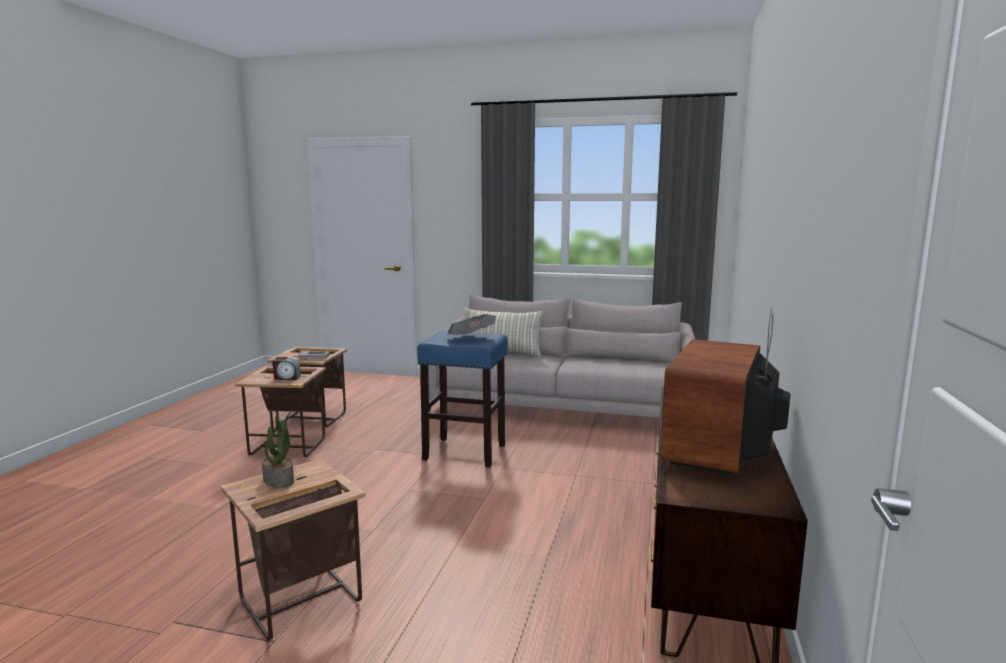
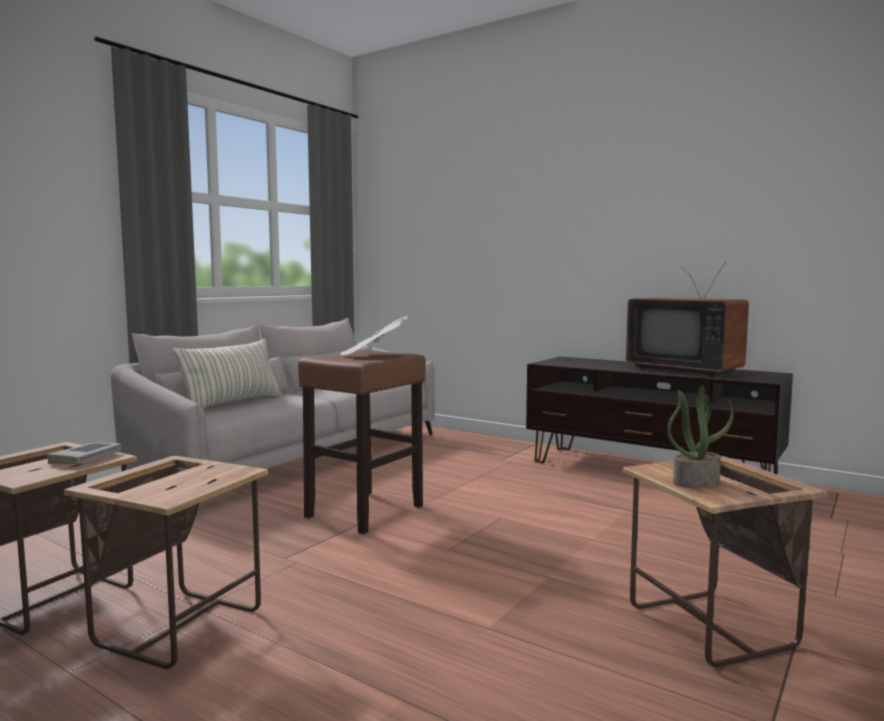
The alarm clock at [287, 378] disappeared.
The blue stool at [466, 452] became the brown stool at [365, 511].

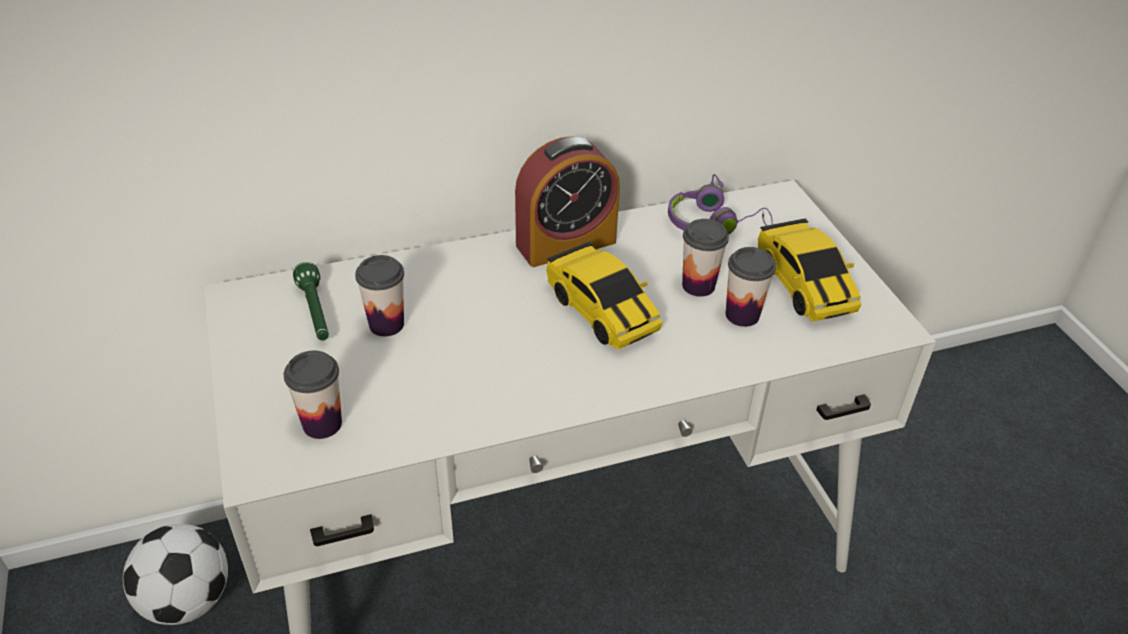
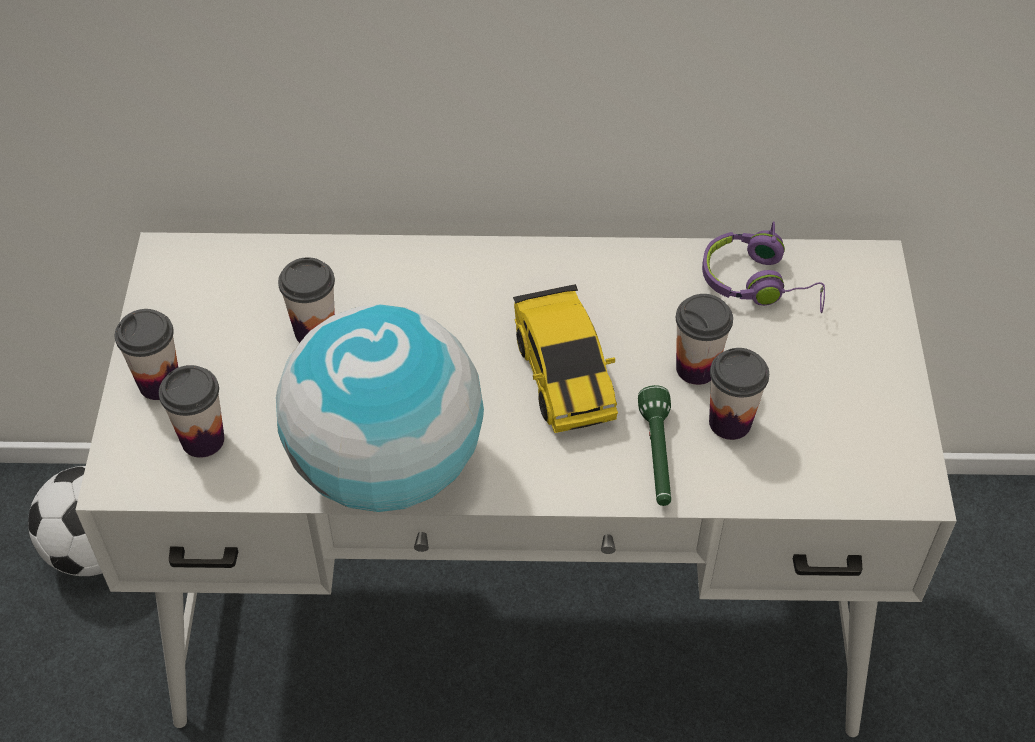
The alarm clock at [566, 243] disappeared.
The toy car at [804, 285] disappeared.
The cup at [159, 383] appeared.
The globe at [387, 466] appeared.
The green flashlight moved from [316, 313] to [657, 456].

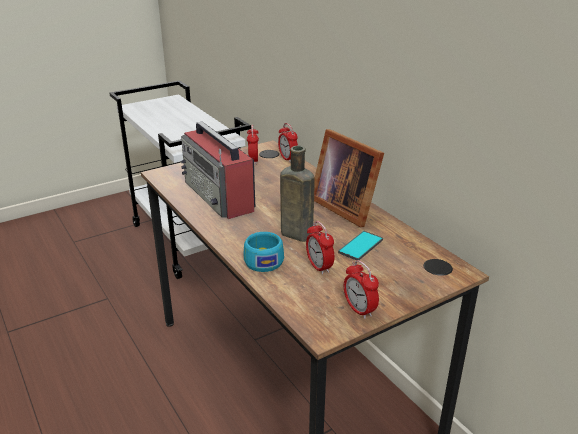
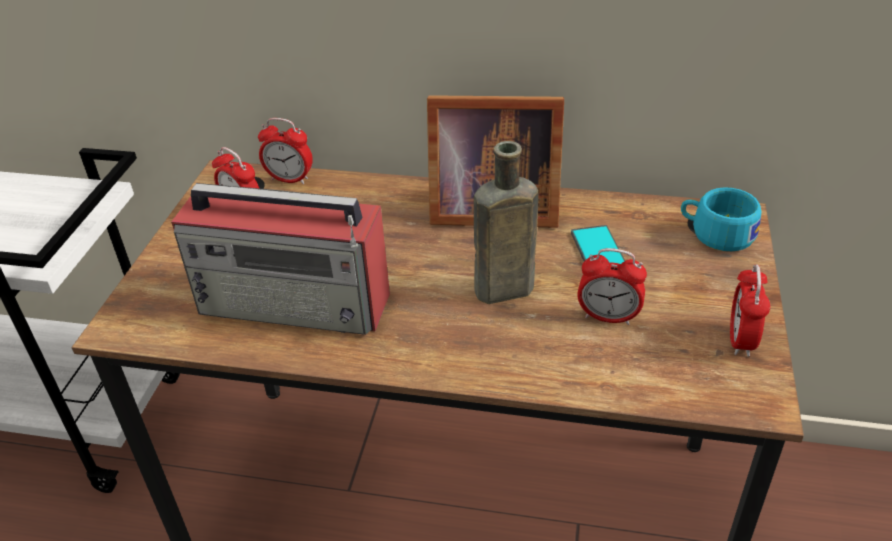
The turquoise cup moved from [263, 260] to [715, 233].
The alarm clock at [359, 310] turned 90 degrees clockwise.

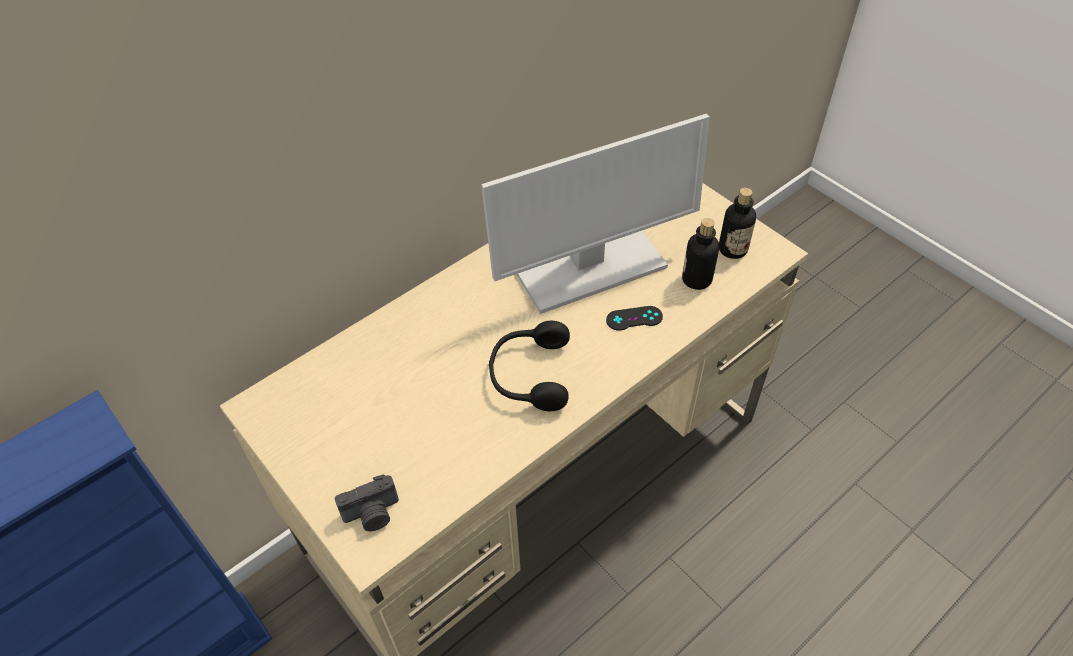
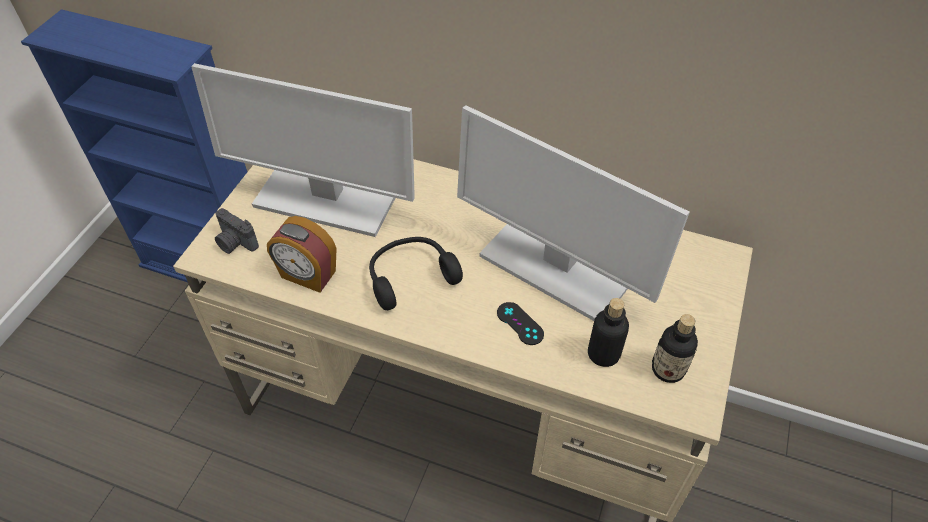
The monitor at [324, 200] appeared.
The alarm clock at [307, 275] appeared.

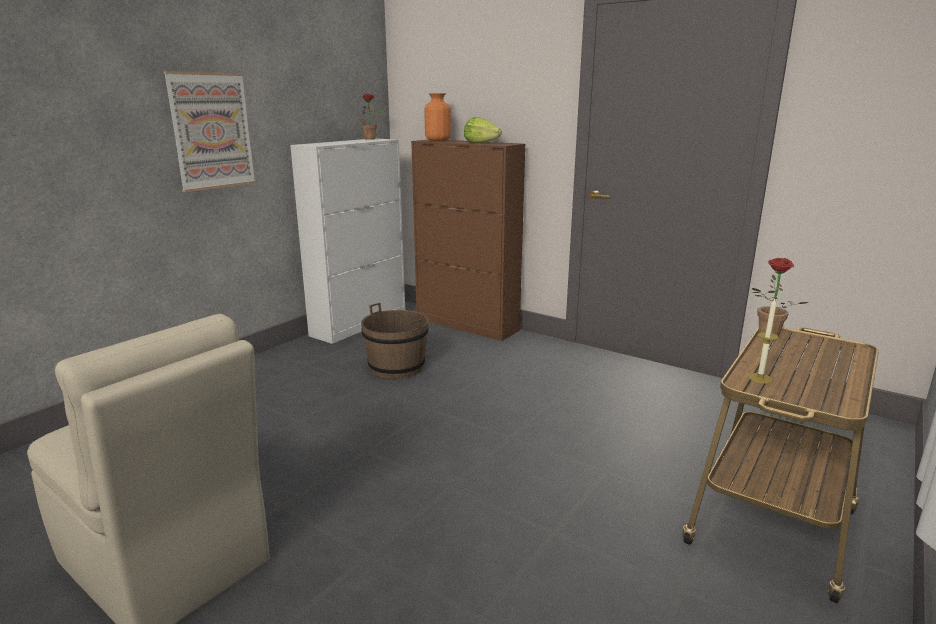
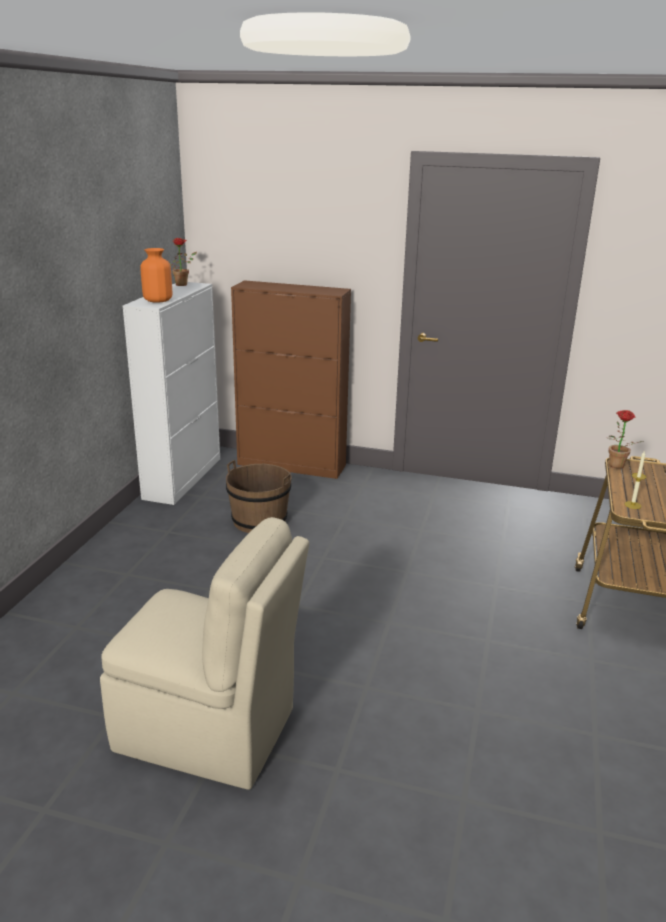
The picture at [211, 131] disappeared.
The lettuce at [481, 143] disappeared.
The orange vase moved from [438, 140] to [158, 300].

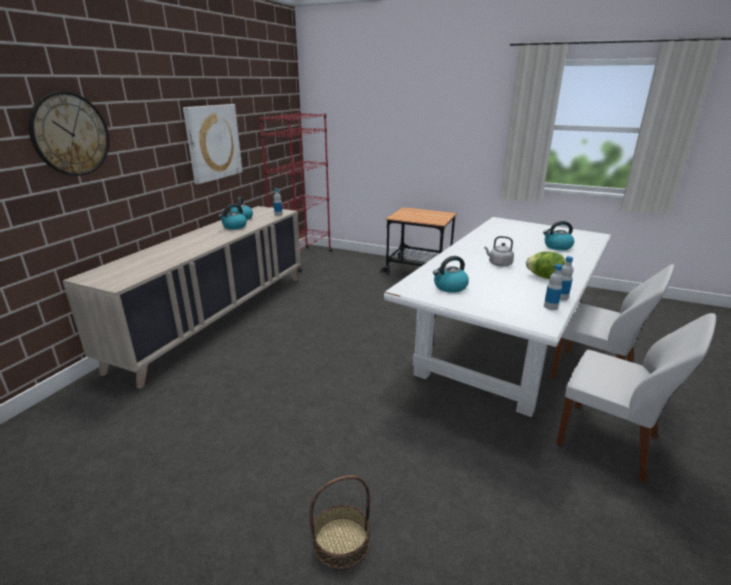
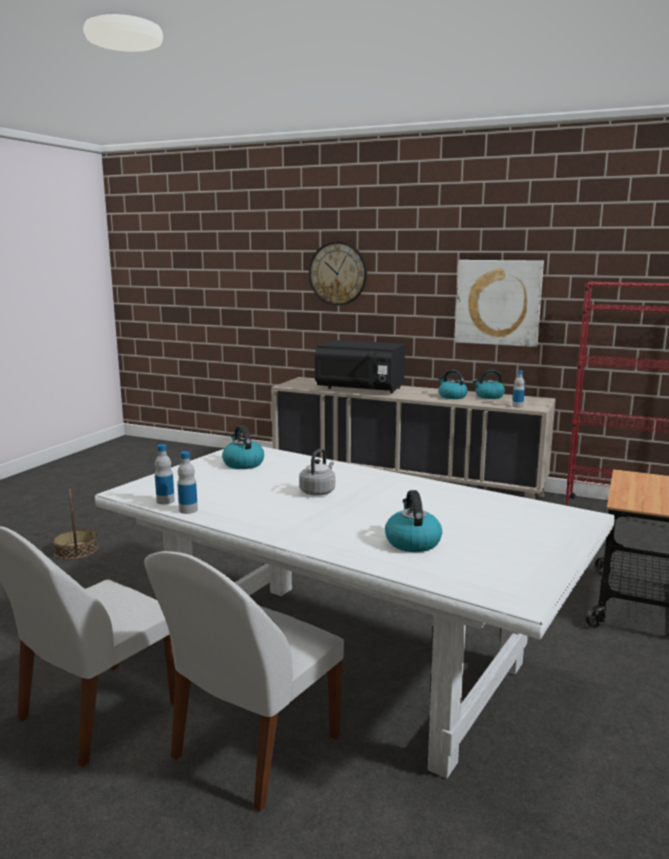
The lettuce at [544, 277] disappeared.
The black microwave at [360, 389] appeared.

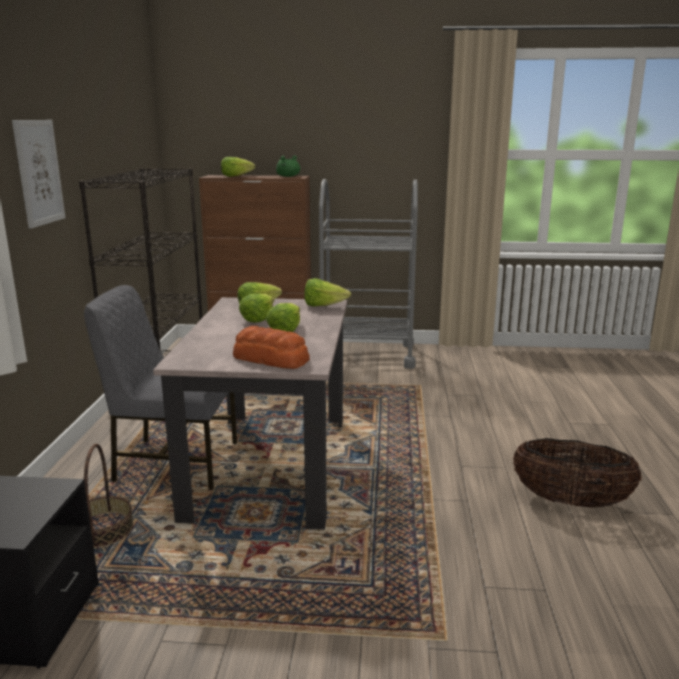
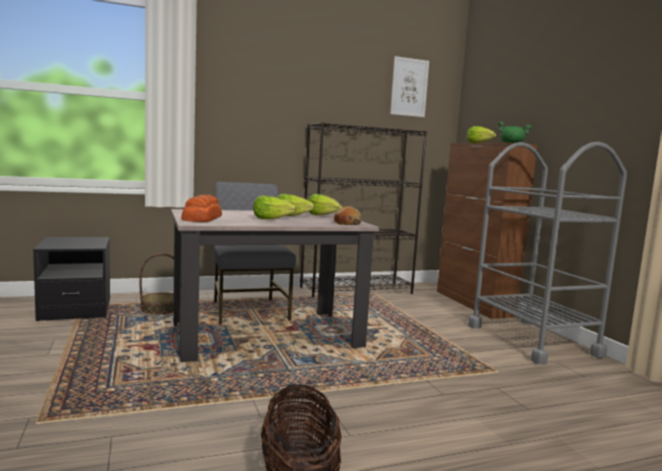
The picture moved from [39, 172] to [409, 87].
The lettuce at [323, 306] was replaced by the bread at [347, 223].

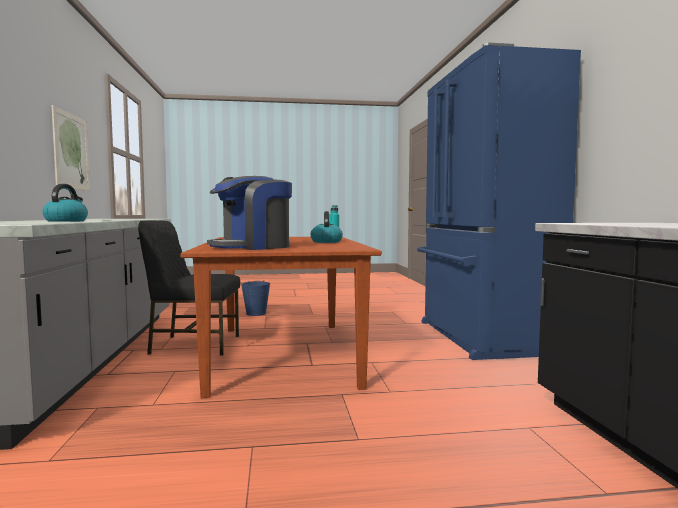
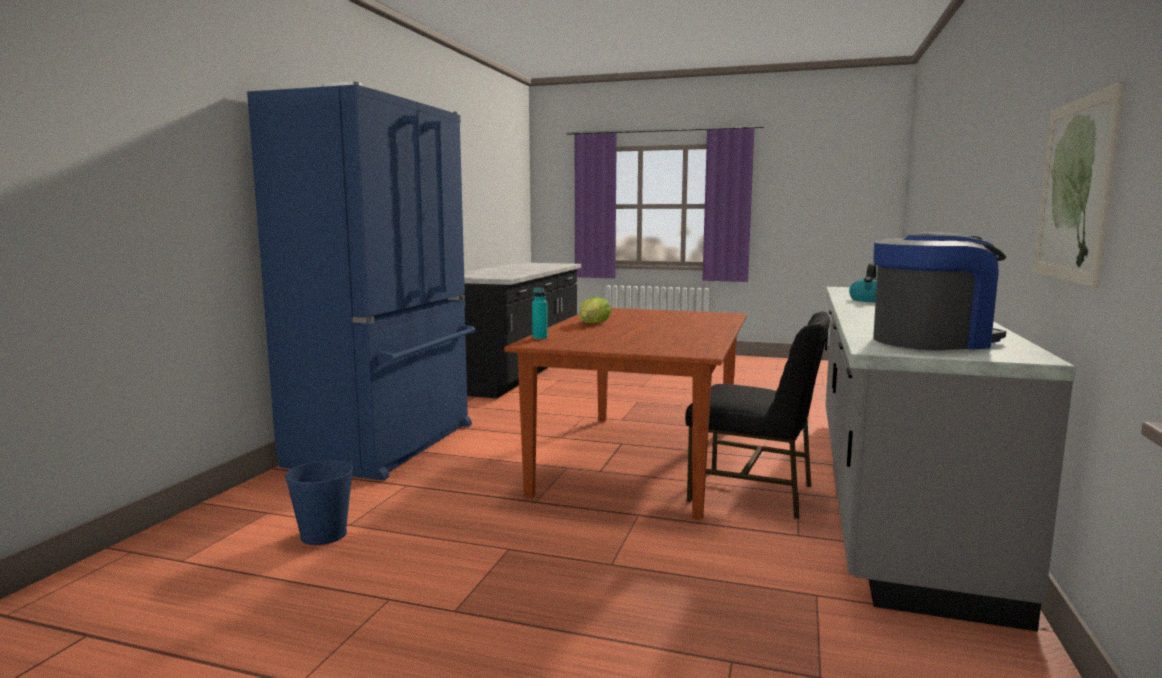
The coffee machine moved from [252, 247] to [932, 341].
The blue bucket moved from [256, 313] to [323, 535].
The kettle at [326, 242] was replaced by the lettuce at [593, 323].

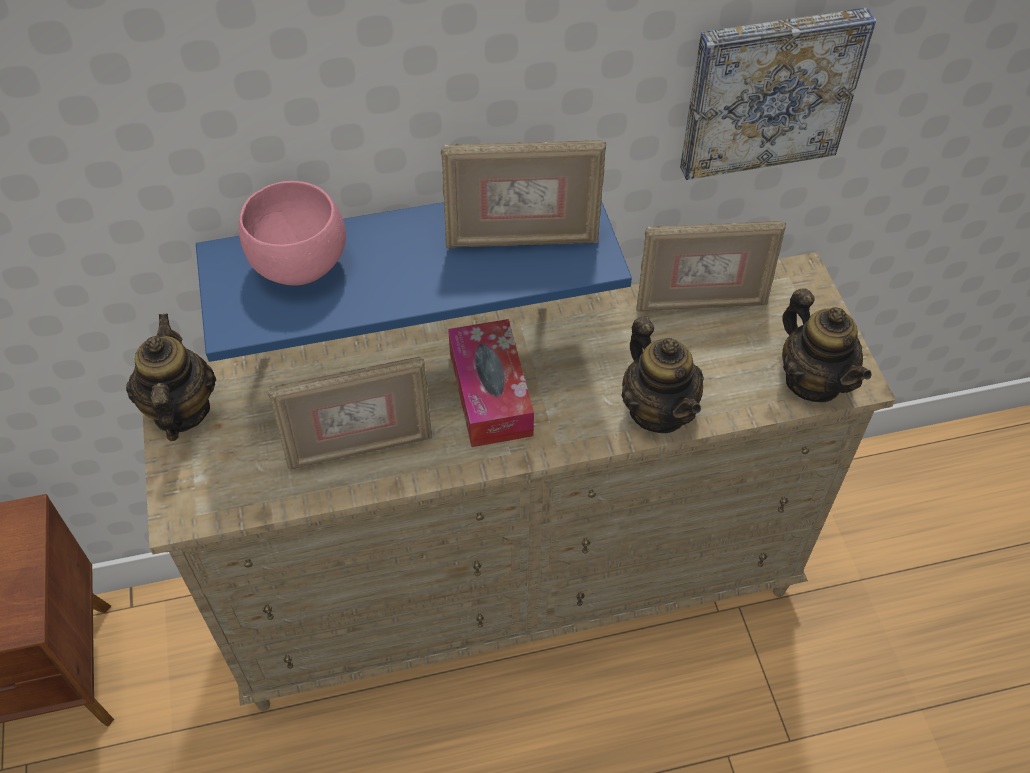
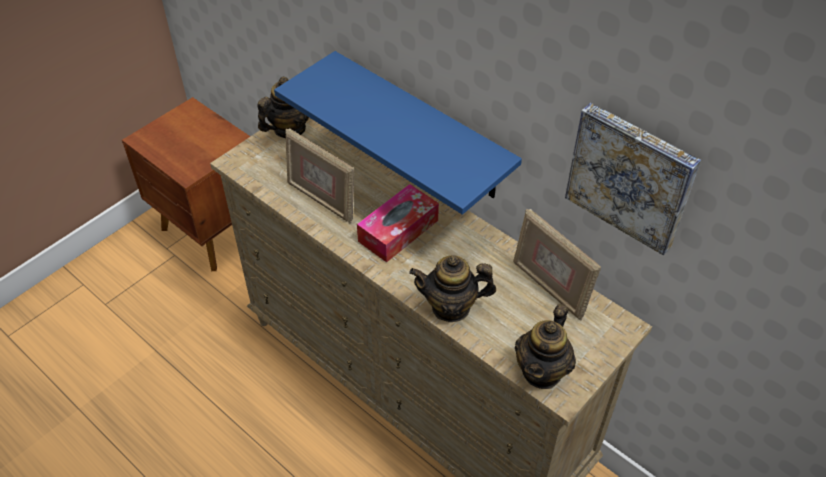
The pink bowl at [298, 267] disappeared.
The picture frame at [522, 240] disappeared.
The teapot at [658, 410] turned 60 degrees clockwise.

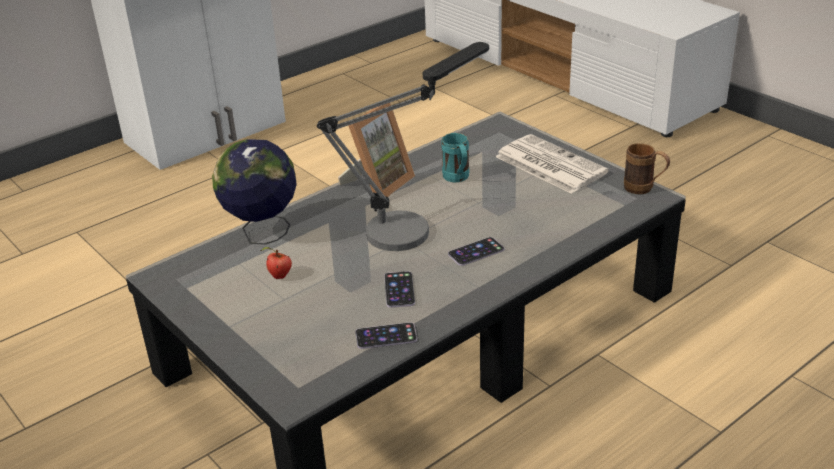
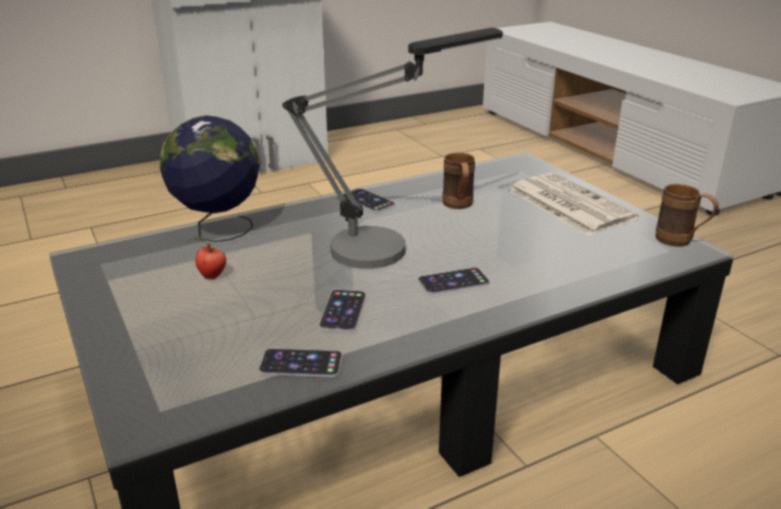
The picture frame at [378, 184] was replaced by the phone at [368, 200].
The turquoise mug at [457, 179] became the brown mug at [458, 206].

